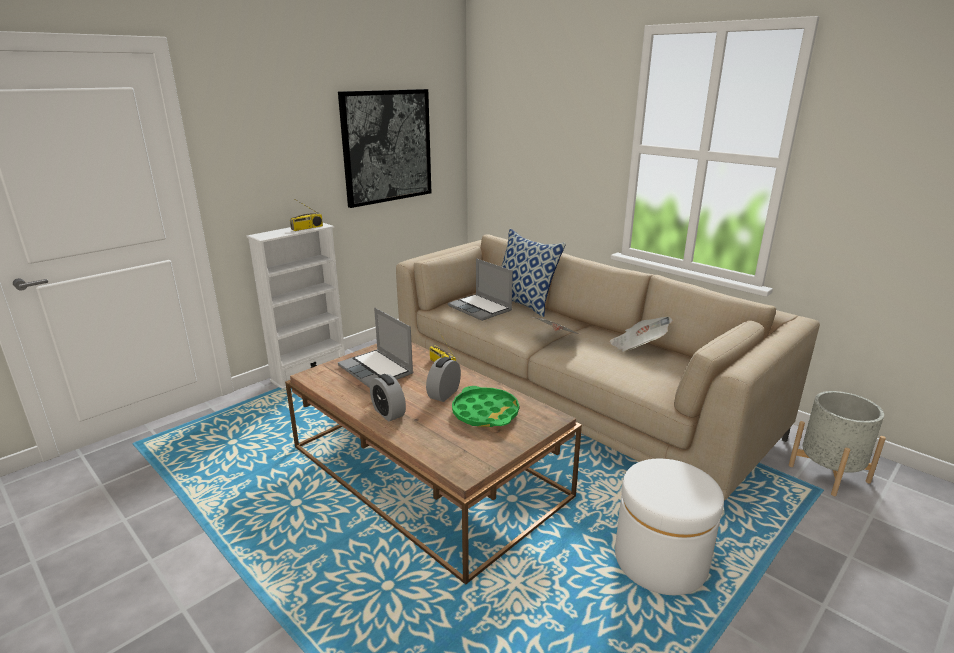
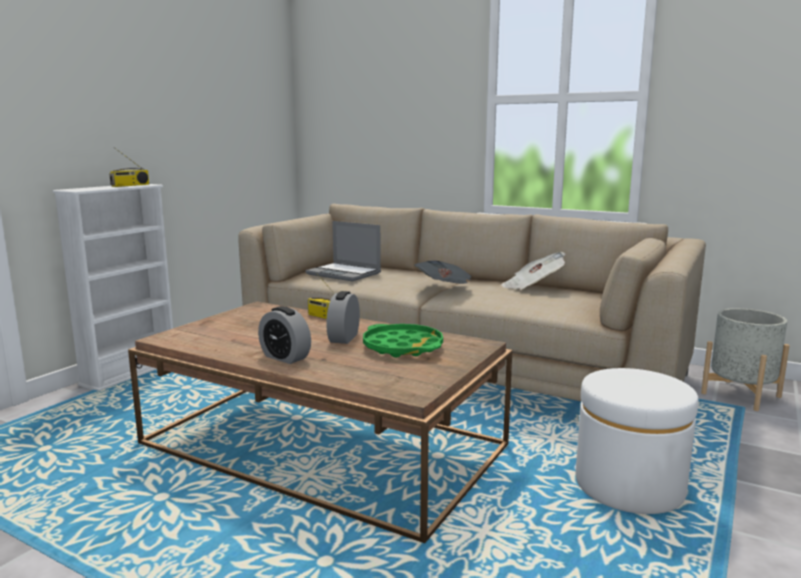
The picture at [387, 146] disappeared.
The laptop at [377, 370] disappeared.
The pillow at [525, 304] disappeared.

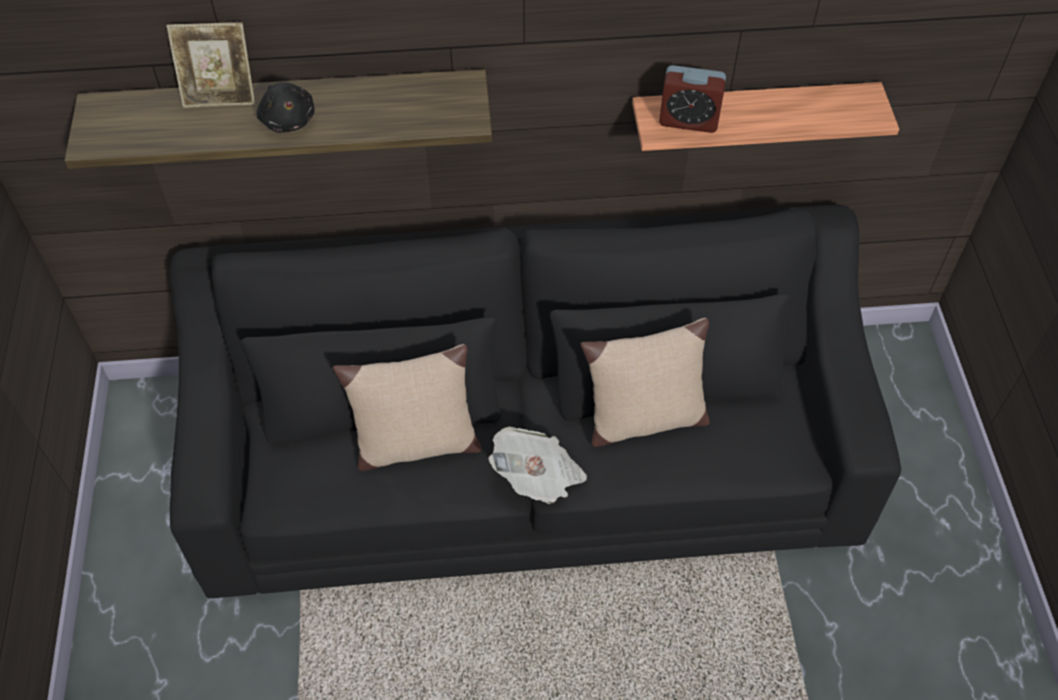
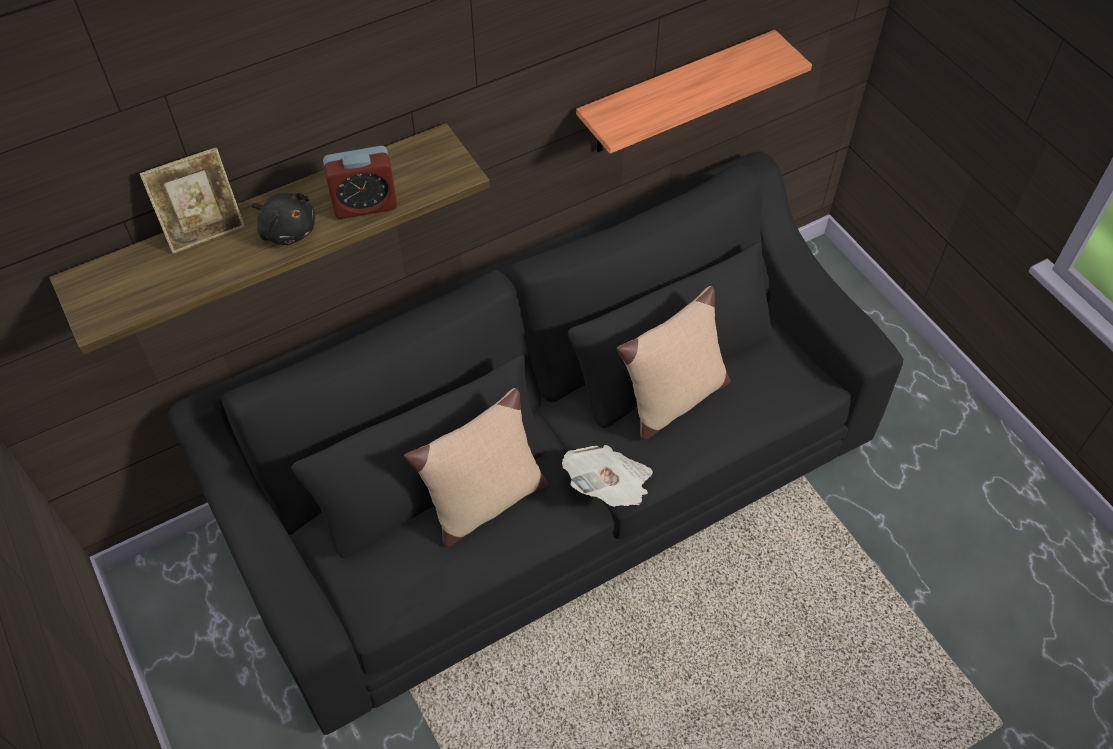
The alarm clock moved from [688, 121] to [365, 205].

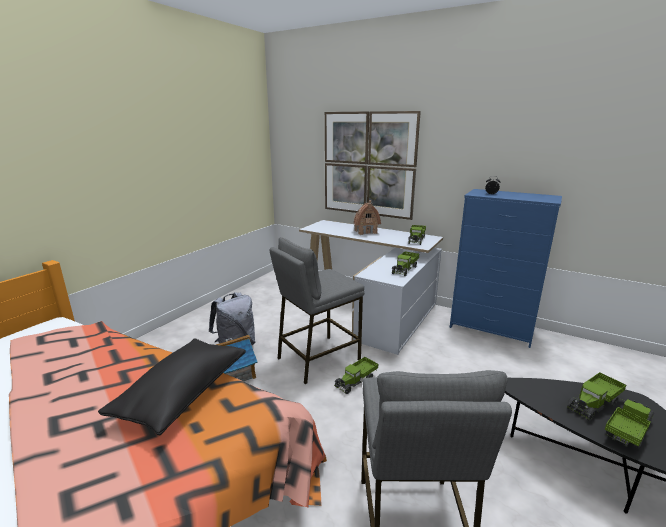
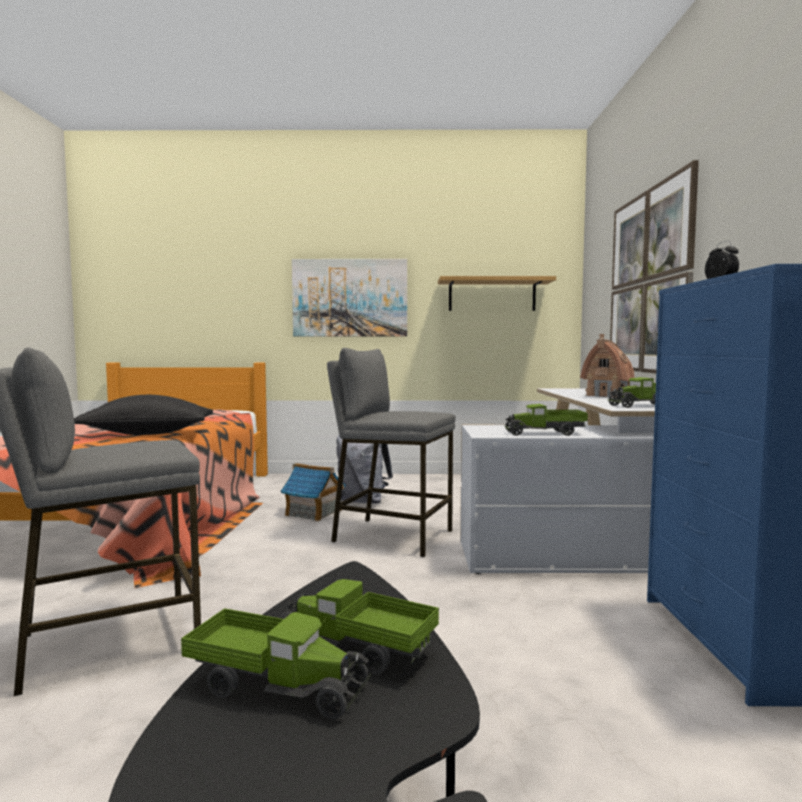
The toy truck at [356, 381] disappeared.
The picture at [350, 298] appeared.
The shelf at [492, 295] appeared.

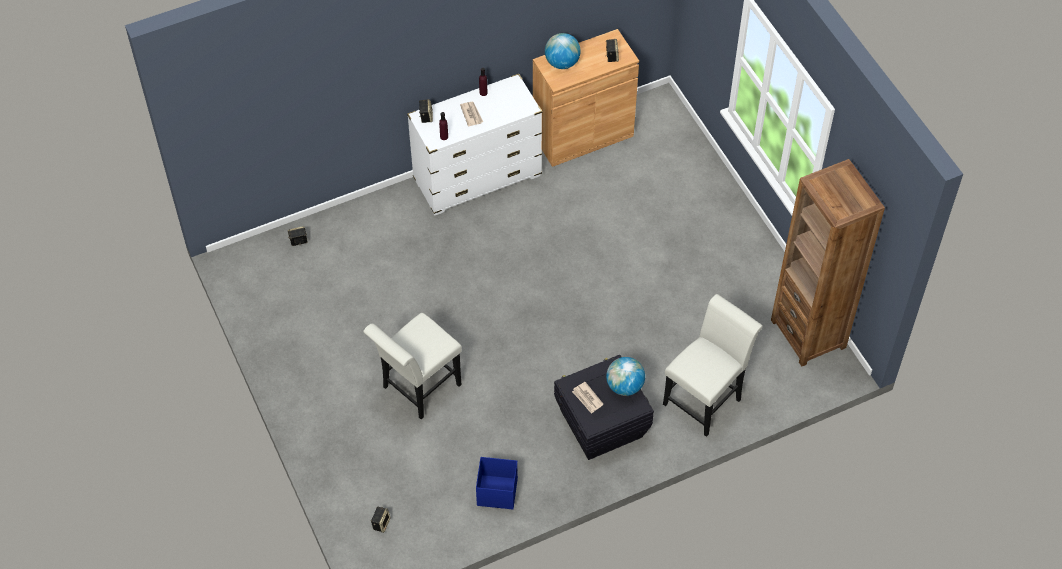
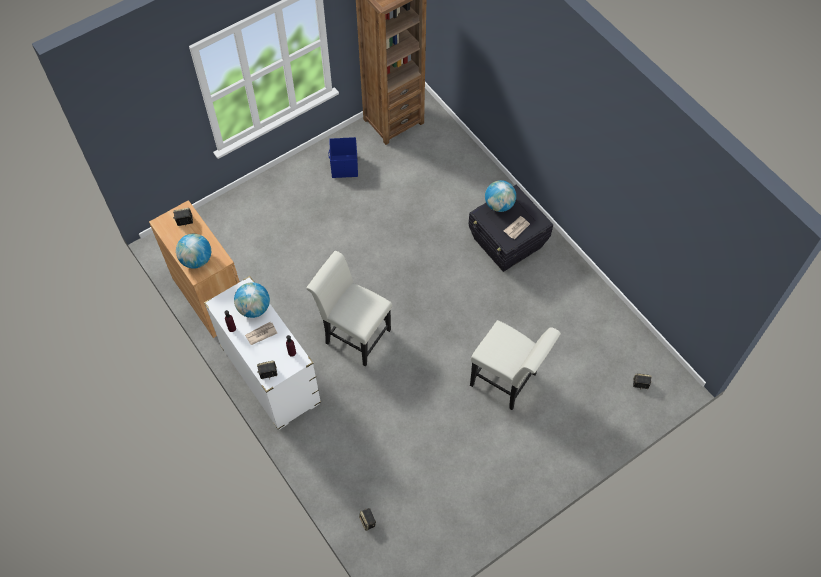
The globe at [254, 308] appeared.
The blue storage box moved from [496, 492] to [344, 167].
The white chair moved from [705, 398] to [354, 334].

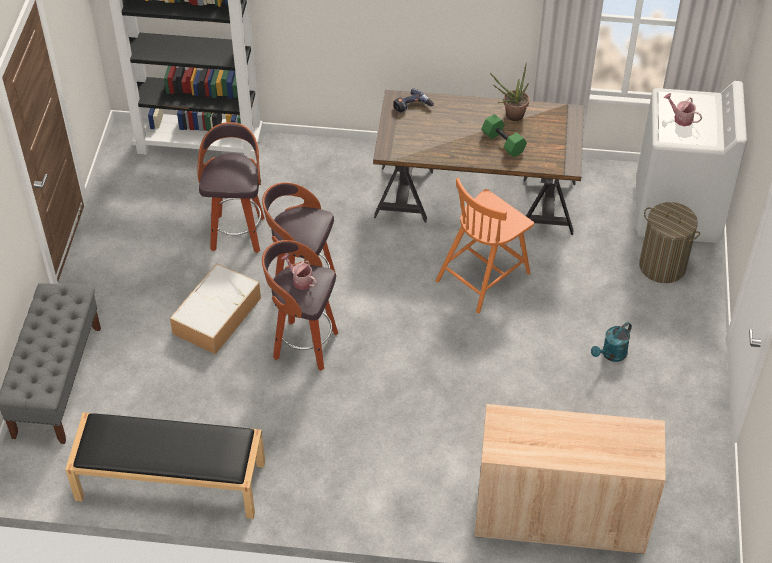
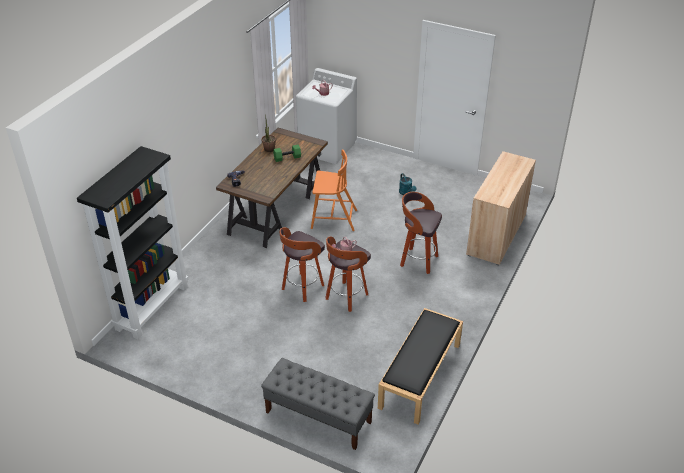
The storage box at [217, 314] disappeared.
The laundry basket at [662, 266] disappeared.
The stool moved from [237, 232] to [418, 261].
The orange chair at [483, 275] turned 60 degrees counterclockwise.

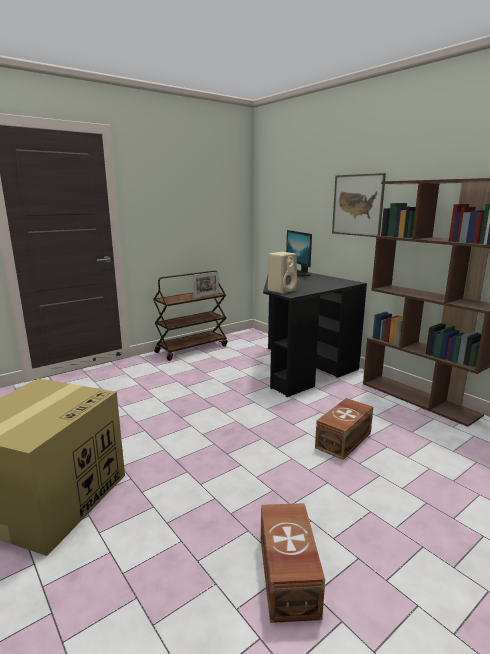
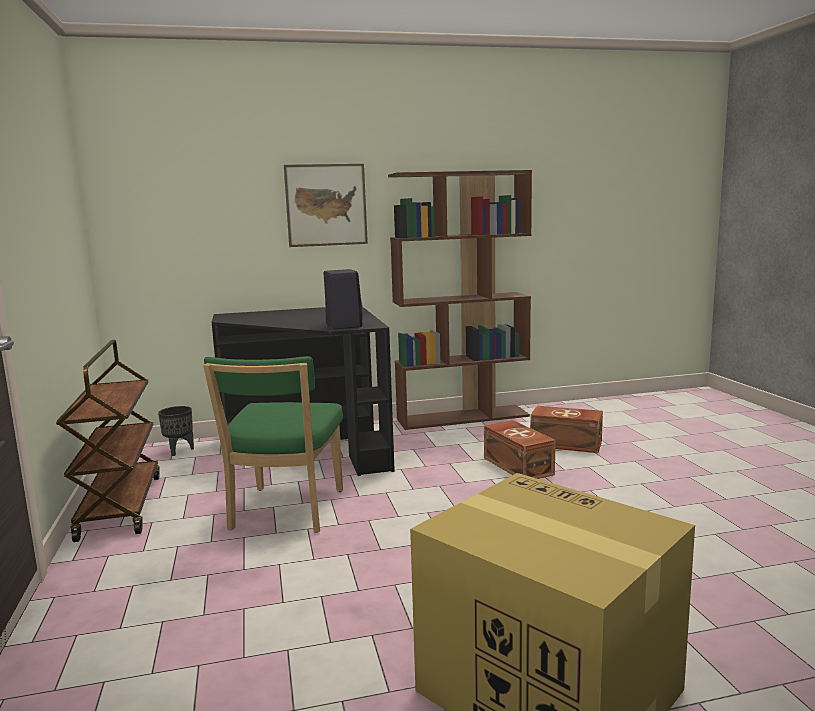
The picture frame at [206, 295] disappeared.
The monitor at [298, 273] disappeared.
The black planter at [179, 450] appeared.
The green chair at [285, 512] appeared.
The brown storage box moved from [287, 577] to [567, 444].
The beige speaker at [282, 290] became the black speaker at [343, 326].

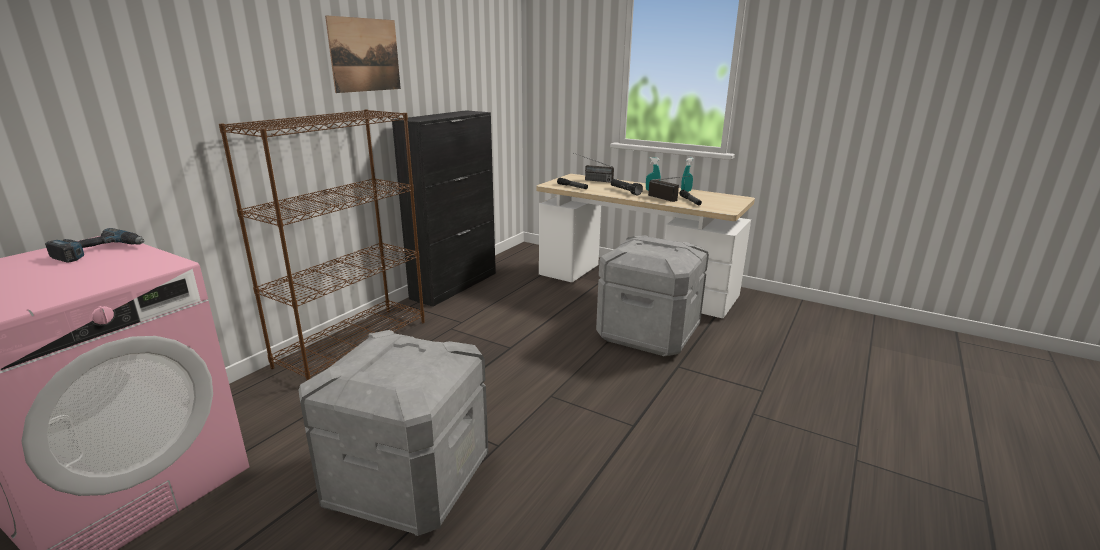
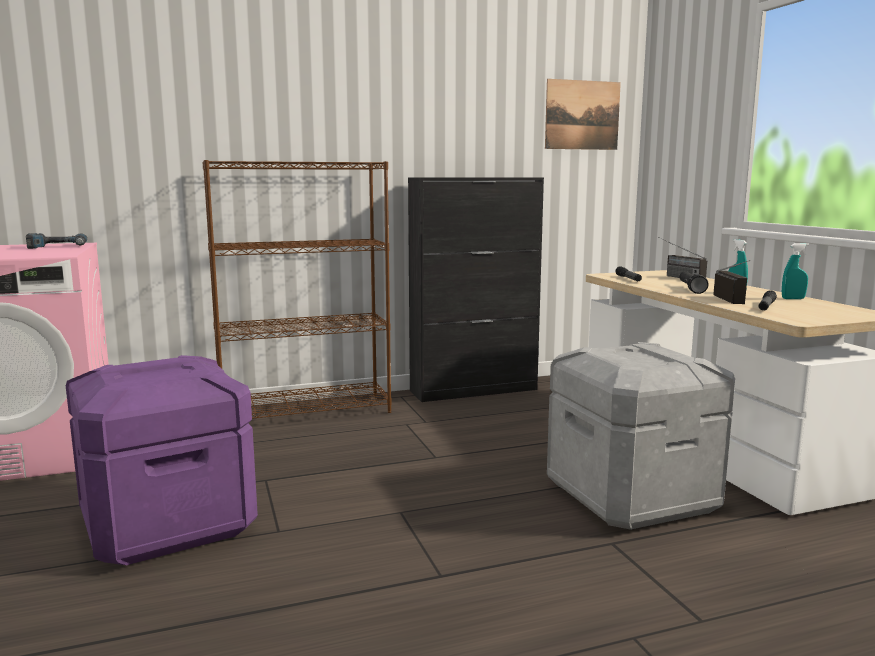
The picture moved from [365, 55] to [582, 115].
The grey storage box at [408, 480] became the purple storage box at [169, 523].

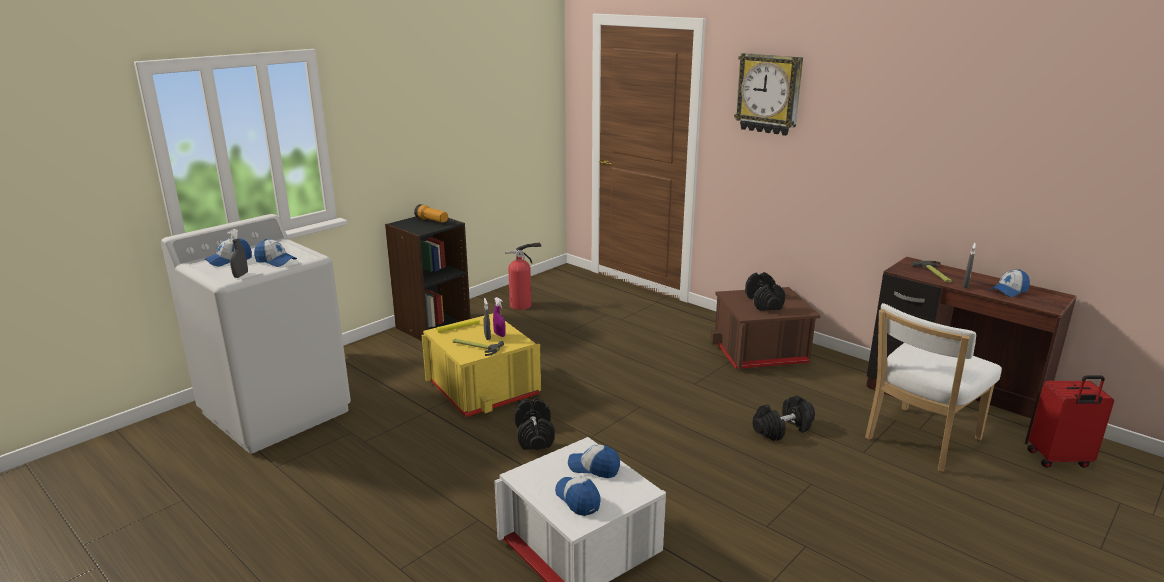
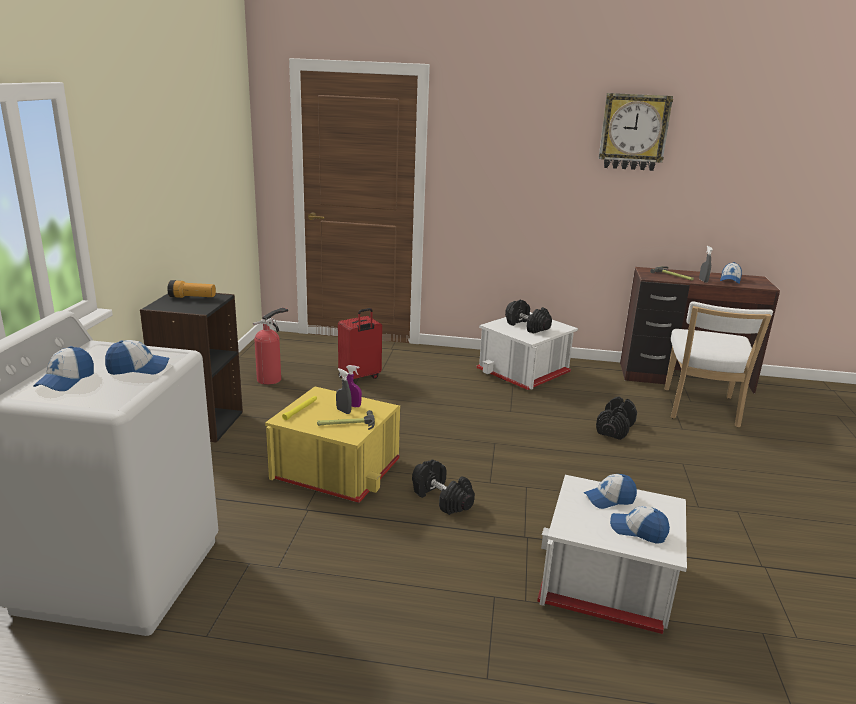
The grey spray bottle at [241, 275] disappeared.
The wall clock moved from [769, 94] to [633, 132].
The red suitcase moved from [1059, 459] to [359, 377].
The brown storage box at [761, 352] became the white storage box at [525, 371].

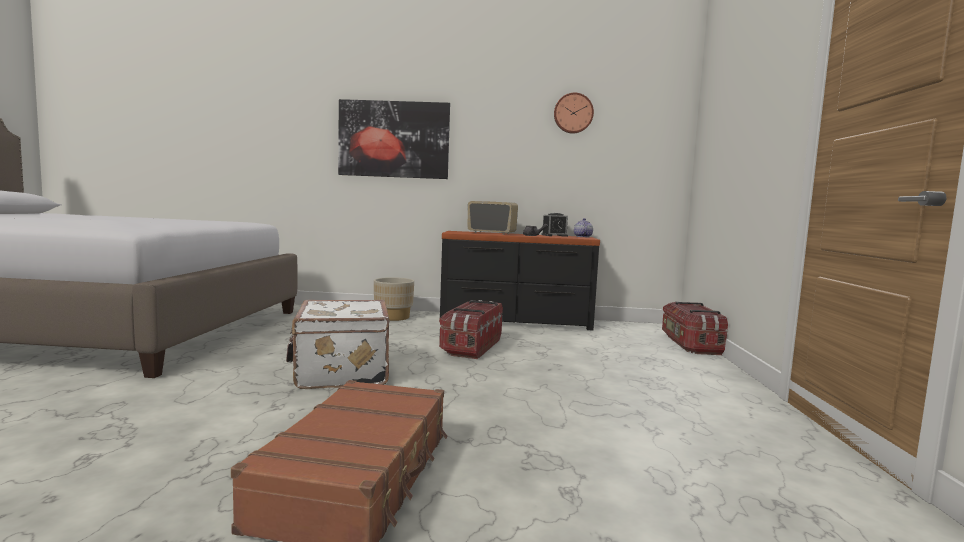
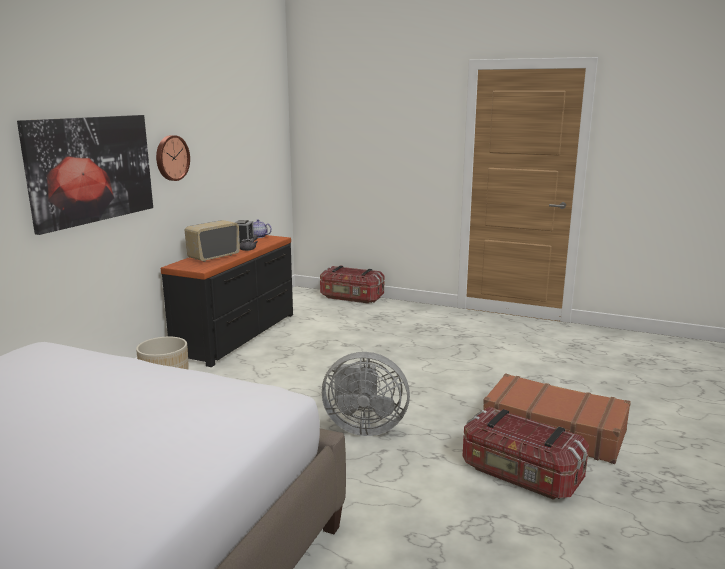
The storage box moved from [471, 346] to [520, 475].
The wall clock moved from [573, 113] to [171, 158].
The white suitcase at [340, 373] was replaced by the grey fan at [363, 427].

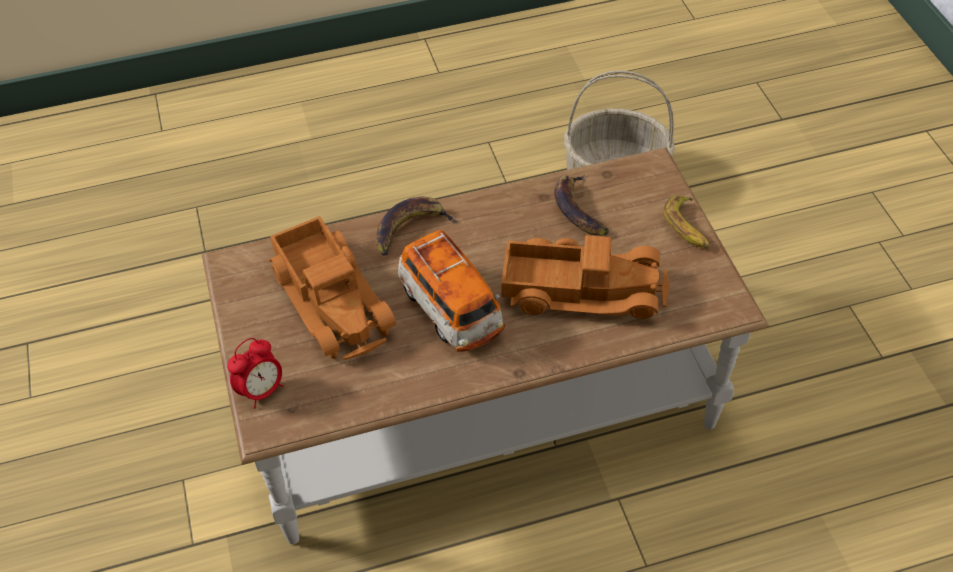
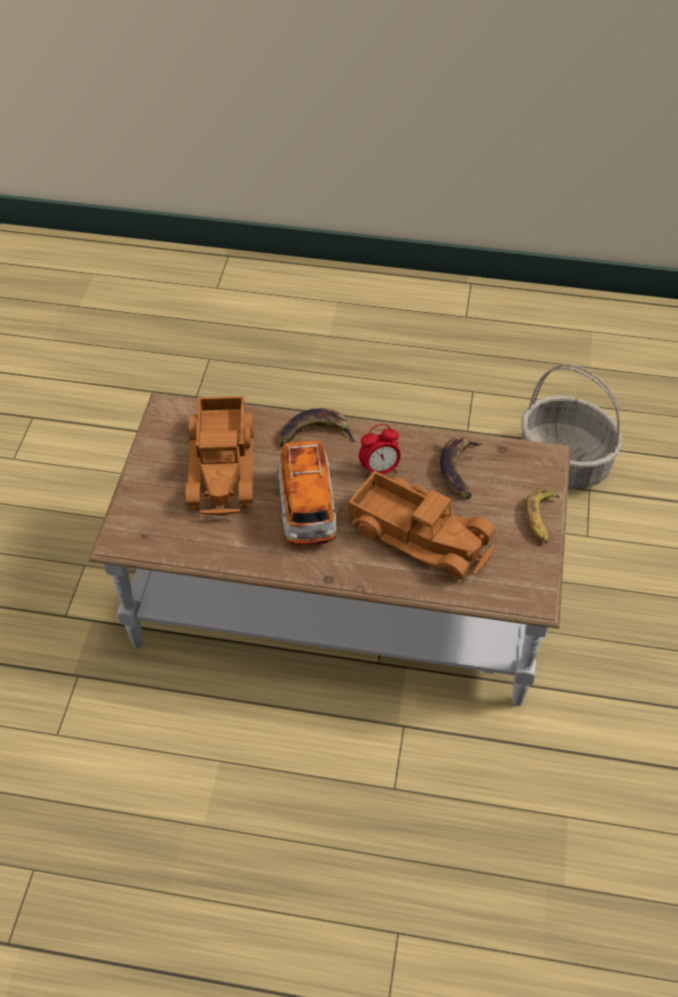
The alarm clock moved from [261, 391] to [379, 470].

